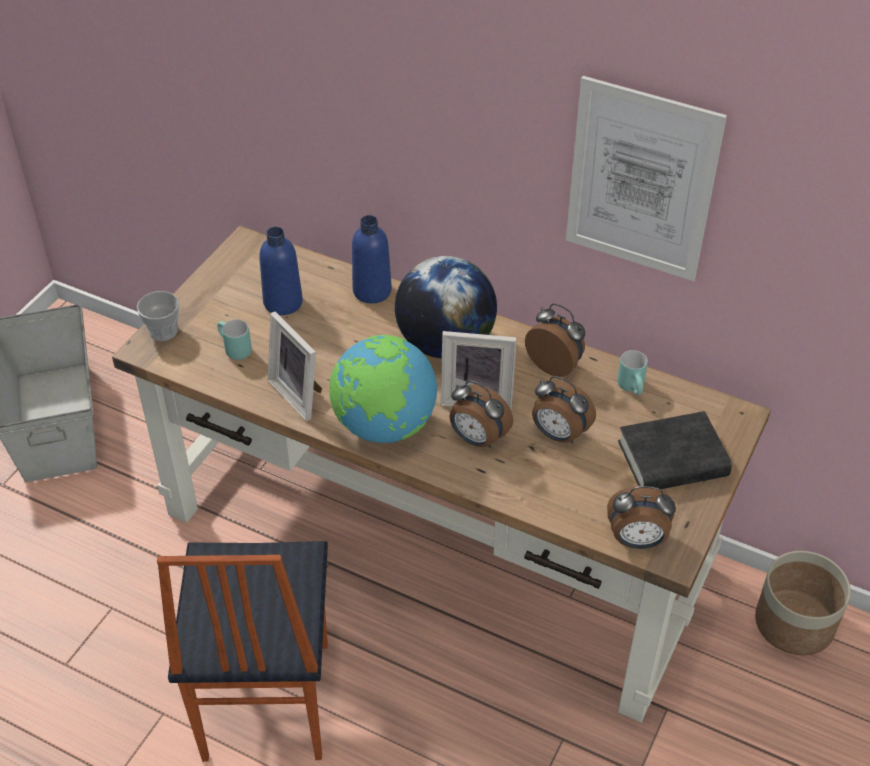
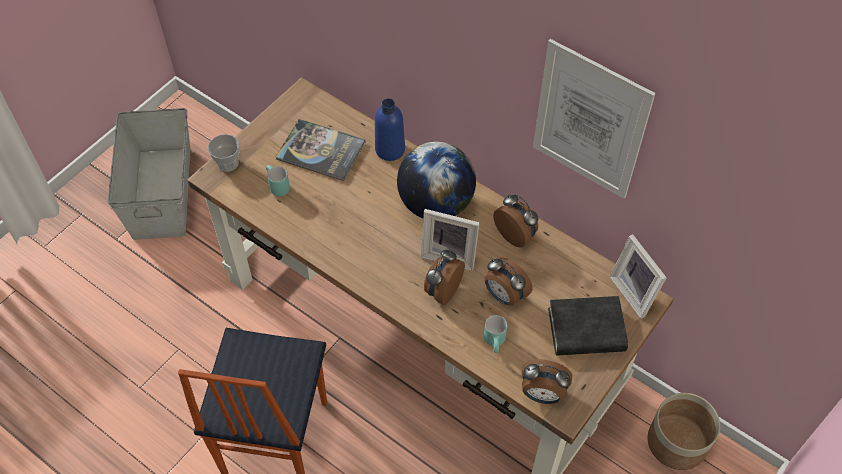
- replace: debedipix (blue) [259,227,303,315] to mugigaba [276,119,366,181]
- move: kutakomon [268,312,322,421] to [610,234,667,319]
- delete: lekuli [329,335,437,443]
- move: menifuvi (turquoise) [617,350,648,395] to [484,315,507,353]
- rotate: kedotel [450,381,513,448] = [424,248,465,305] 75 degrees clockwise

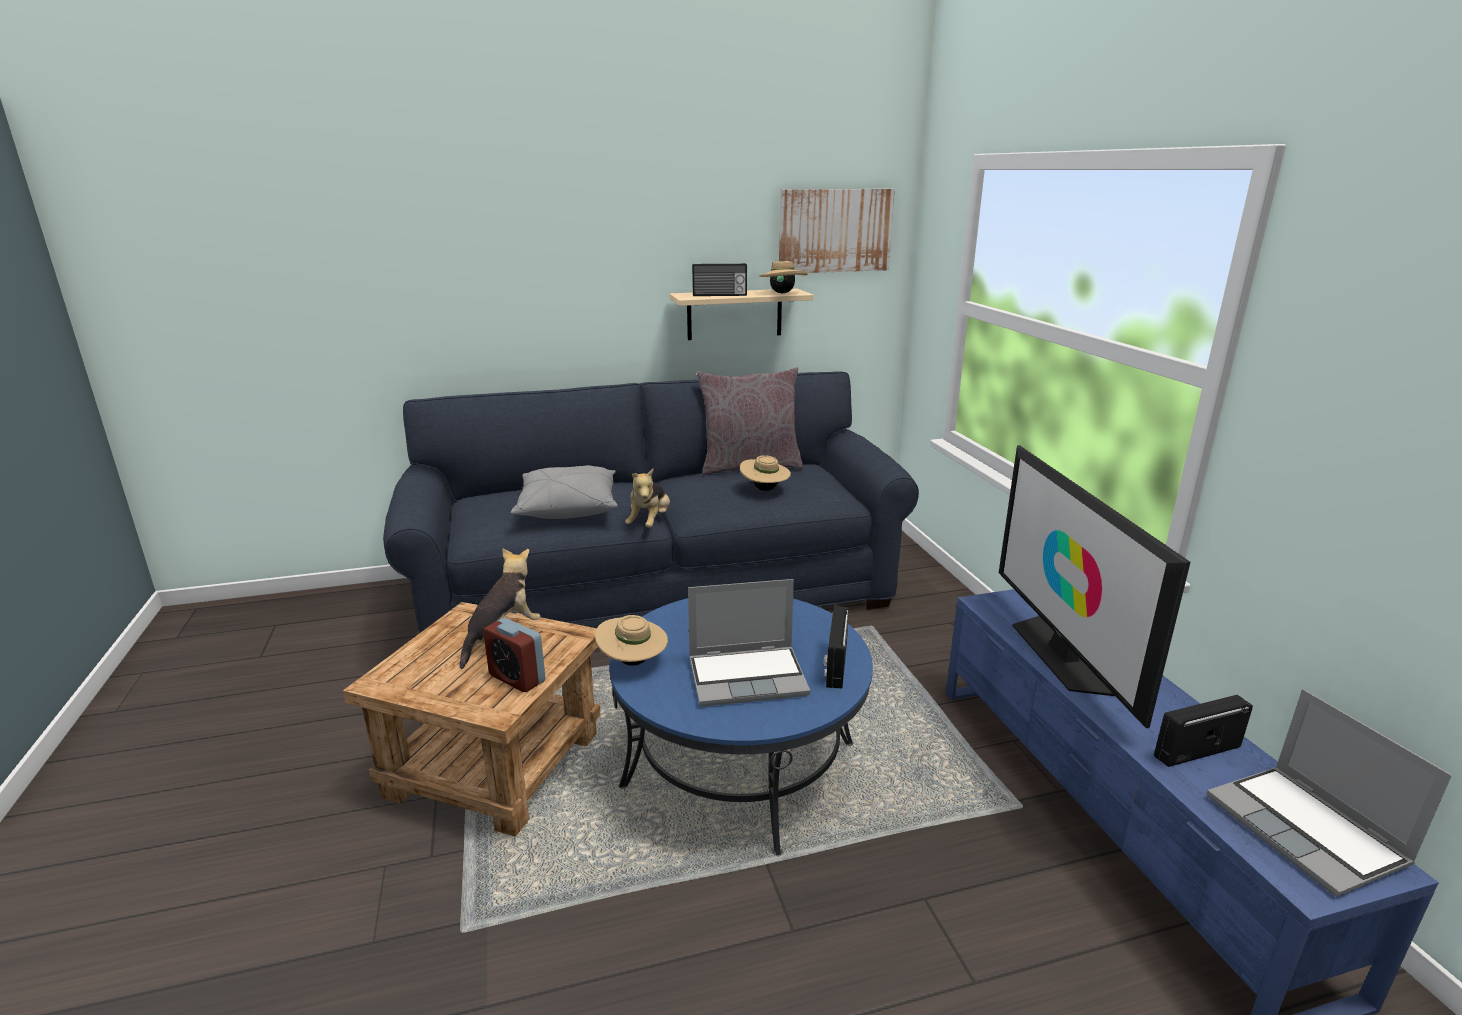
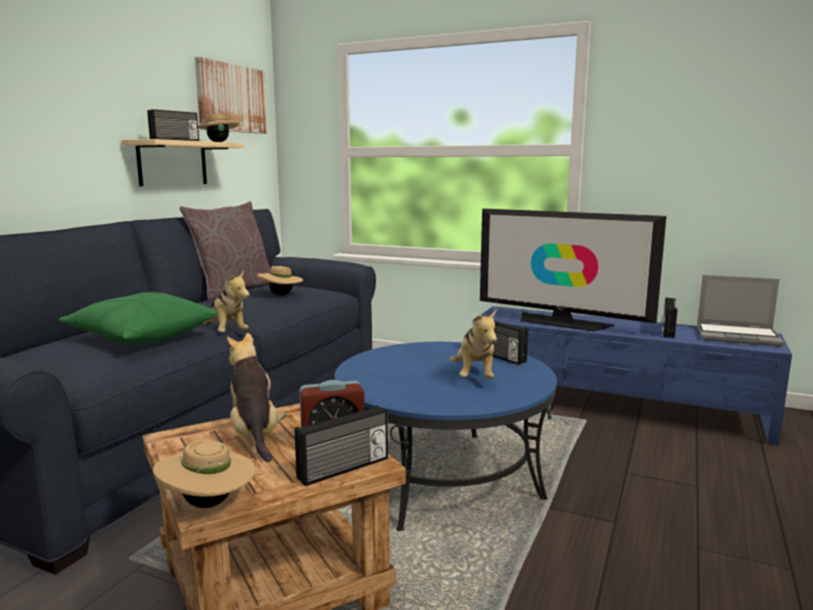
- recolor: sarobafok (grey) [511,465,618,519] to sarobafok (green) [59,292,218,344]
- replace: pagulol [688,579,810,707] to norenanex [450,309,497,379]
- move: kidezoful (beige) [595,615,668,666] to [153,440,256,508]
- insert: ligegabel [295,405,388,486]

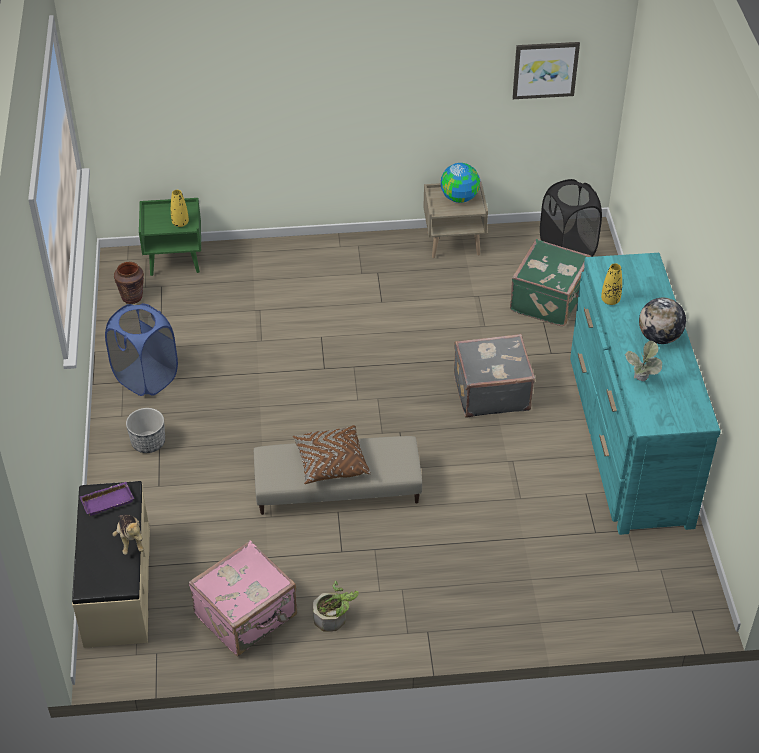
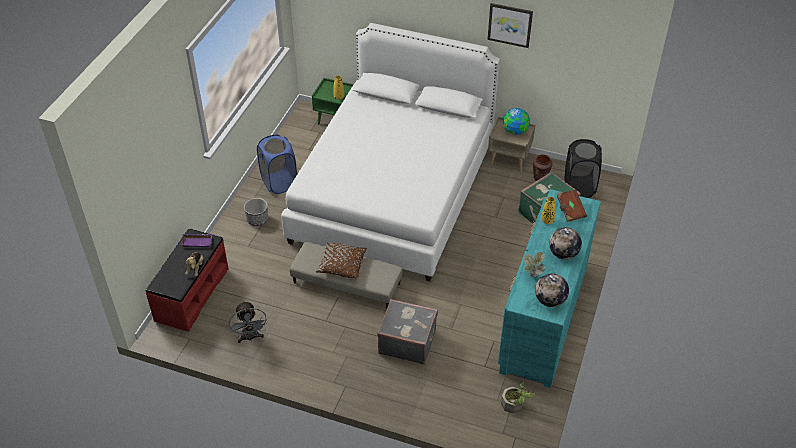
- move: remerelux [512,42,580,99] to [487,3,533,48]
- move: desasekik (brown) [114,262,144,304] to [533,155,552,181]
- move: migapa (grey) [454,334,535,418] to [377,299,438,364]
- recolor: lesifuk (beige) [72,481,150,648] to lesifuk (red) [146,228,229,332]
- replace: migapa (pink) [188,540,297,657] to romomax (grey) [229,301,268,343]
- move: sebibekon [313,581,359,632] to [501,382,535,413]
- insert: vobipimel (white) [281,23,500,282]
- insert: mugigaba (brown) [557,190,587,222]
- insert: lekuli [535,273,569,307]

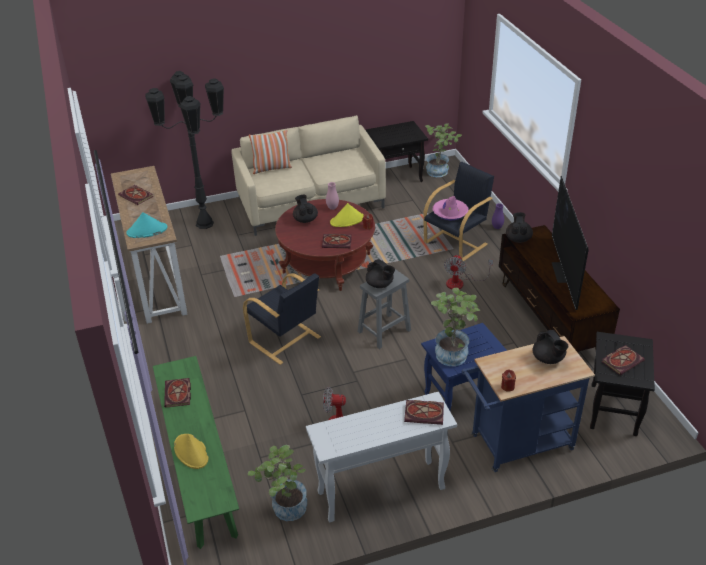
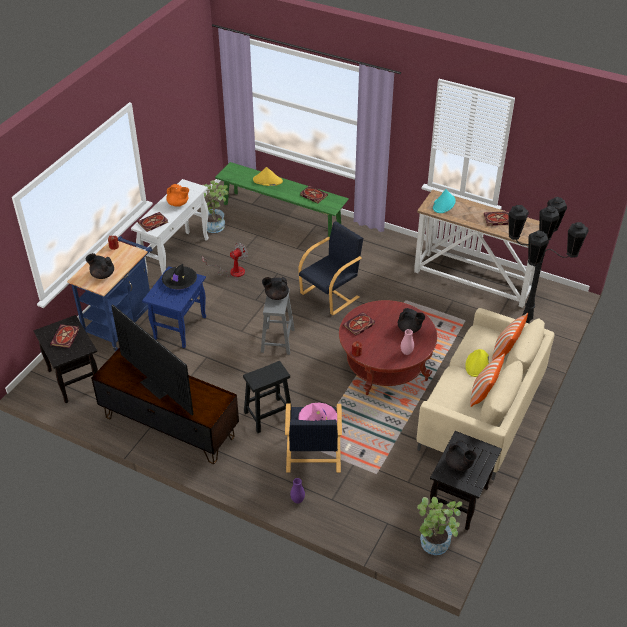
- move: kidezoful (yellow) [330,203,364,227] to [465,349,489,377]
- move: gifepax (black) [506,212,533,243] to [446,440,477,471]
- replace: romomax [444,255,493,289] to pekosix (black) [243,361,291,433]
- rotate: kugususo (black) [243,273,321,365] = [298,221,363,315] 135 degrees clockwise
- replace: sebibekon [431,287,480,366] to kidezoful (black) [162,264,197,290]
- insert: gifepax (orange) [166,184,189,207]
- insert: sarobafok [470,353,505,407]

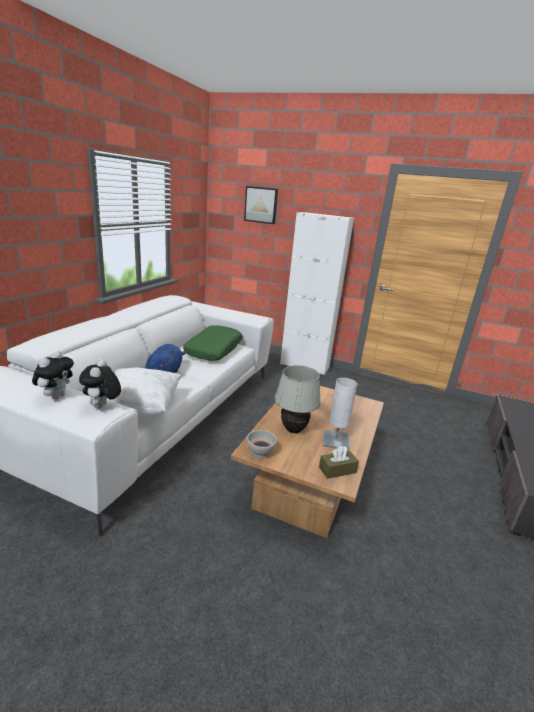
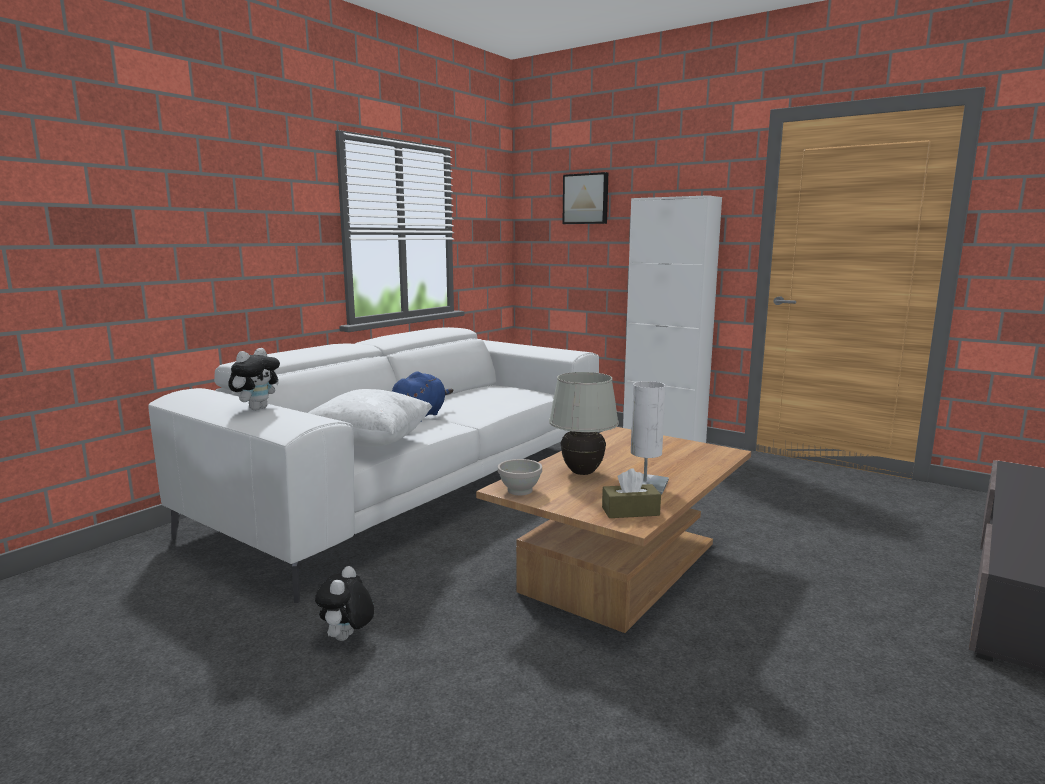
- delete: sarobafok (green) [183,325,242,361]
- move: norenanex [79,359,121,408] to [315,566,374,641]

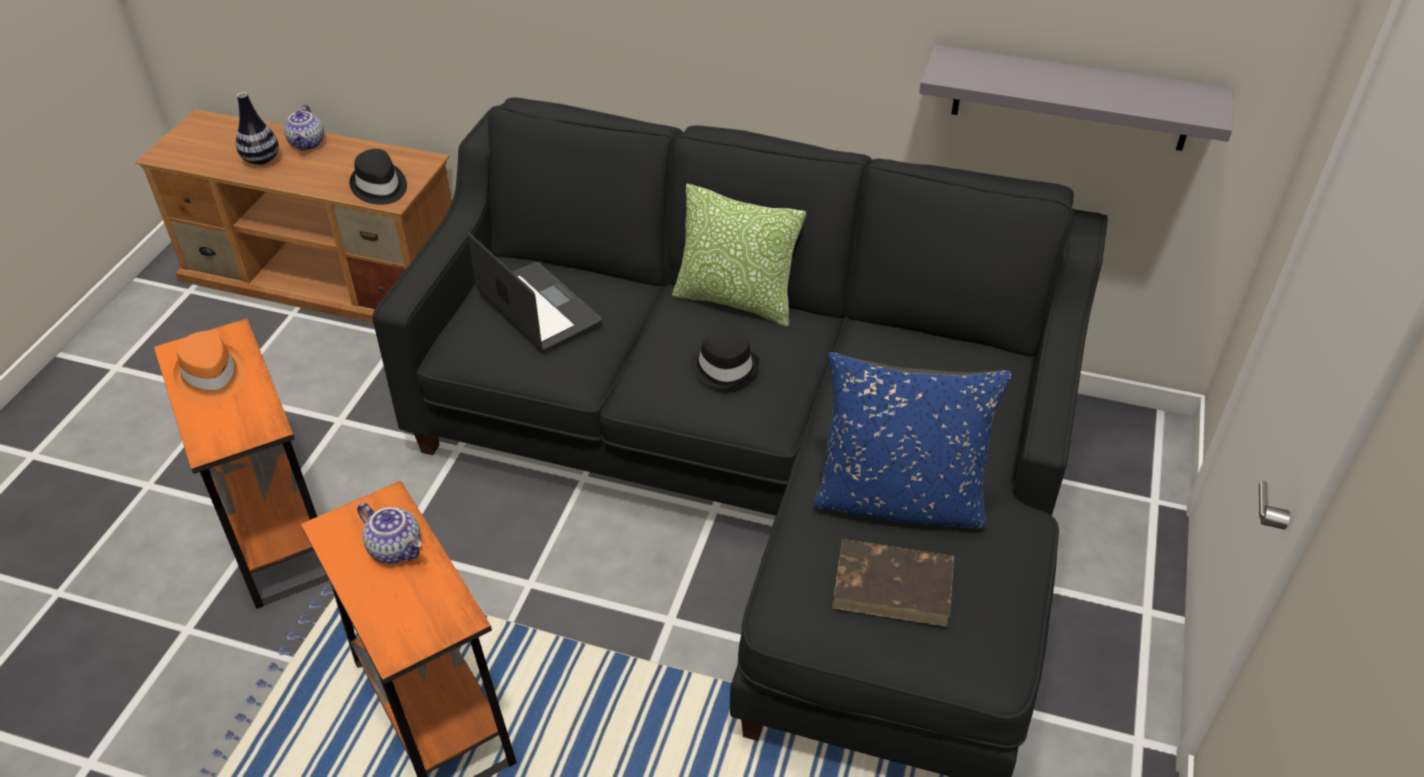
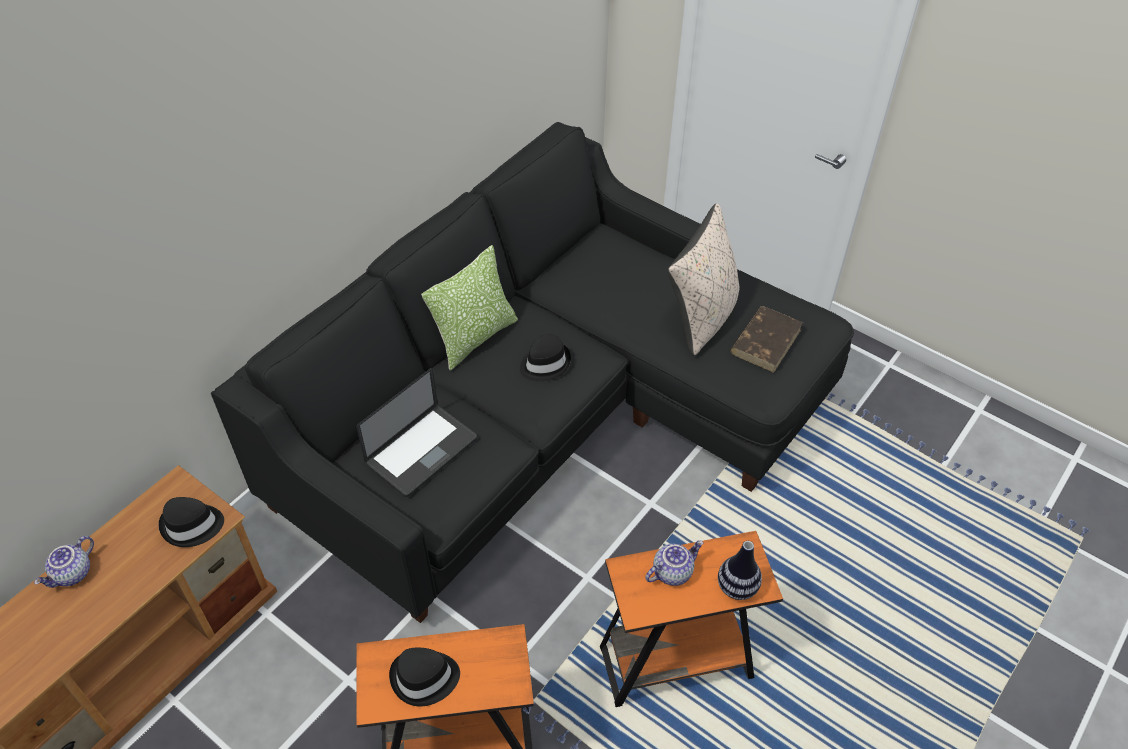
- delete: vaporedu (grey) [919,45,1233,151]
- move: desasekik [236,92,279,165] to [718,541,762,600]
- rotate: gifepax [284,104,324,151] = [34,536,94,588] 105 degrees clockwise
- rotate: pagulol [467,232,602,353] = [357,368,477,497] 150 degrees clockwise
- recolor: kidezoful (orange) [174,331,246,402] to kidezoful (black) [389,648,460,706]
- recolor: sarobafok (blue) [813,352,1012,529] to sarobafok (beige) [668,203,740,356]

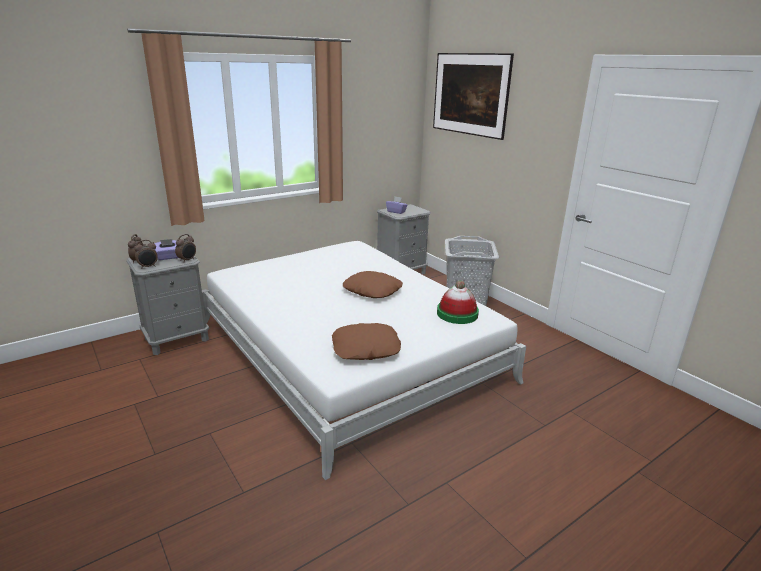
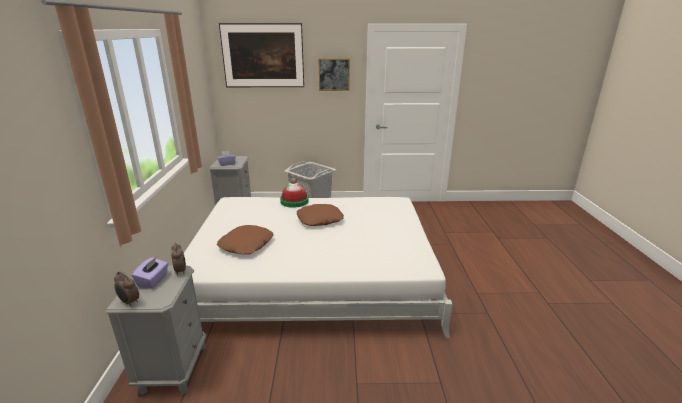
- delete: kedotel [134,240,158,269]
- move: kidezoful [437,280,479,324] to [280,178,309,208]
- move: sarobafok (brown) [332,323,401,360] to [217,225,274,254]
- insert: remerelux [318,59,350,91]

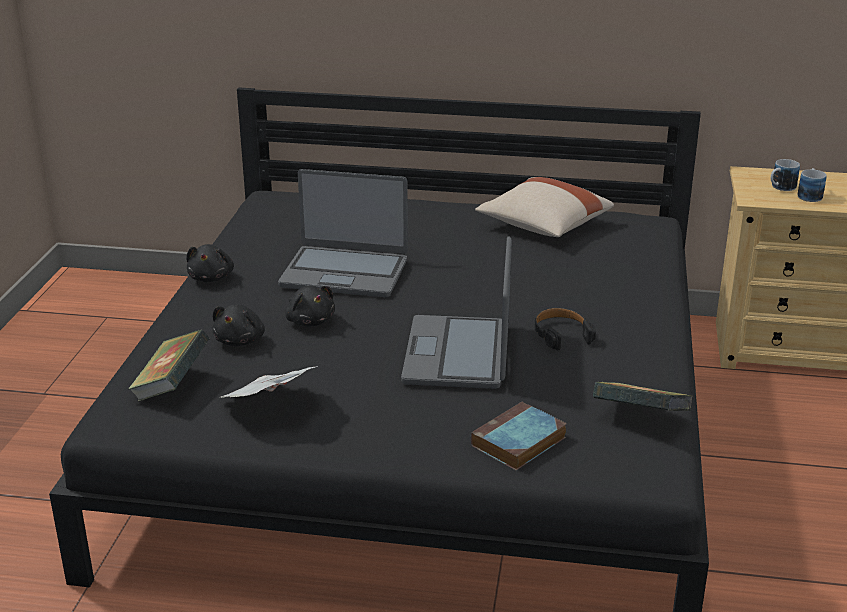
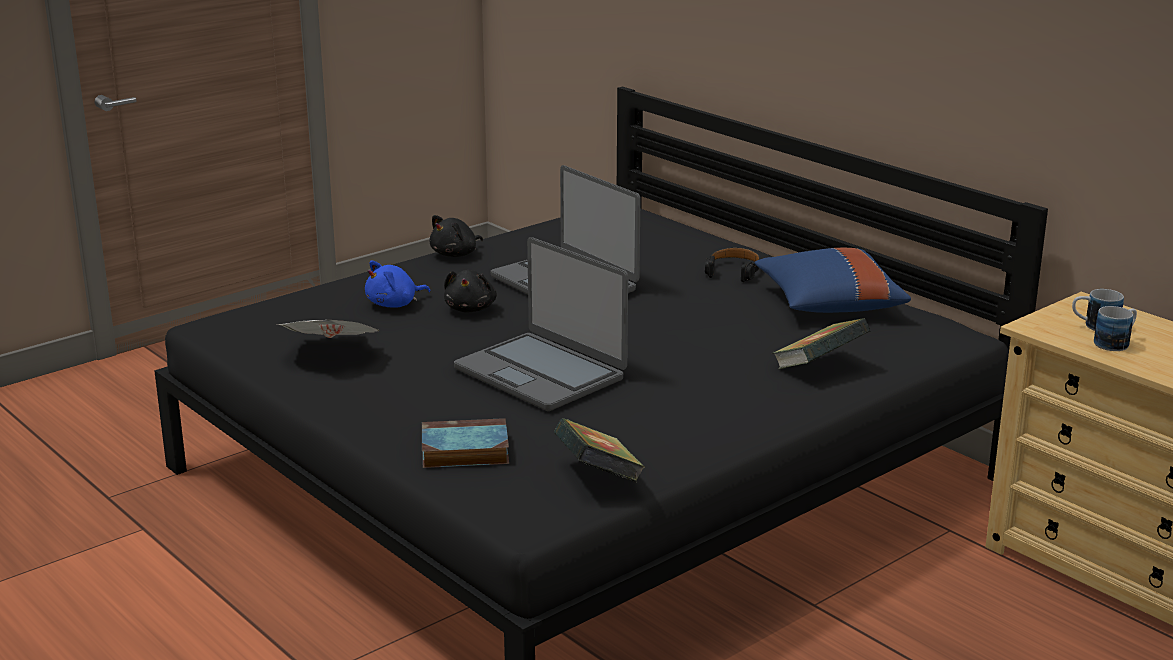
- recolor: sarobafok (beige) [475,177,614,237] to sarobafok (blue) [754,248,911,313]
- rotate: pagulol [401,236,512,389] = [454,237,628,411] 90 degrees counterclockwise
- recolor: norenanex (black) [213,304,265,346] to norenanex (blue) [365,260,430,308]
- move: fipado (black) [534,307,596,351] to [705,247,760,282]
- move: mugigaba [128,329,210,402] to [772,318,870,369]

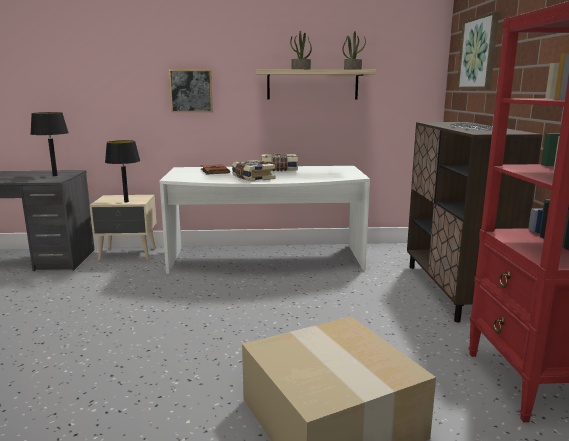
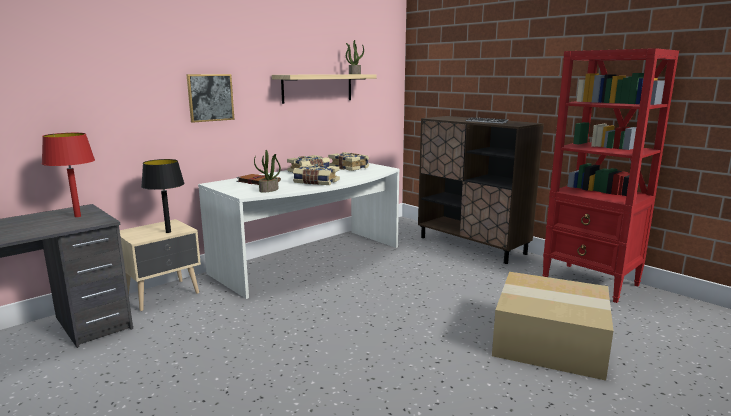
- delete: remerelux [457,11,499,89]
- move: sebibekon [290,30,312,69] to [254,150,281,192]
- recolor: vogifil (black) [31,112,69,176] to vogifil (red) [42,133,95,217]
- insert: mugigaba [328,152,369,171]

